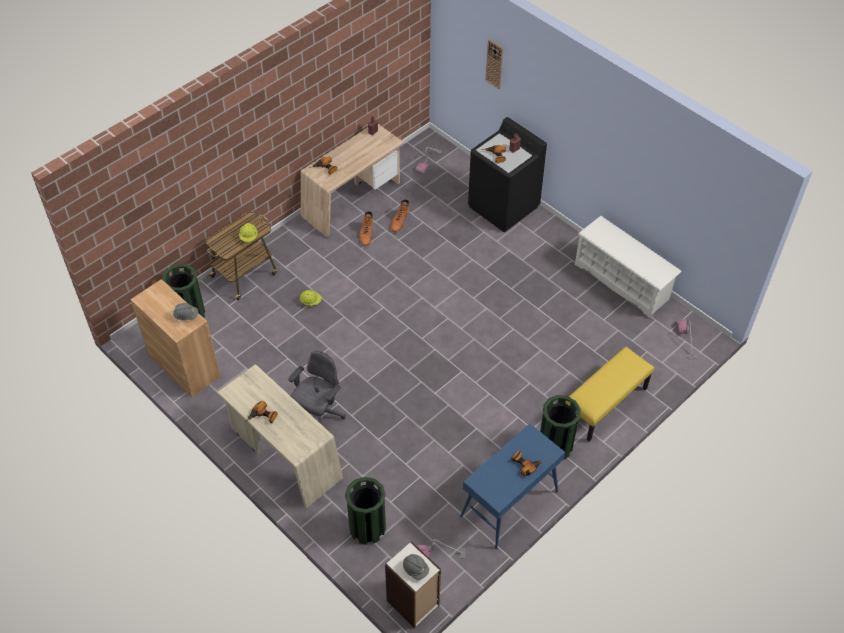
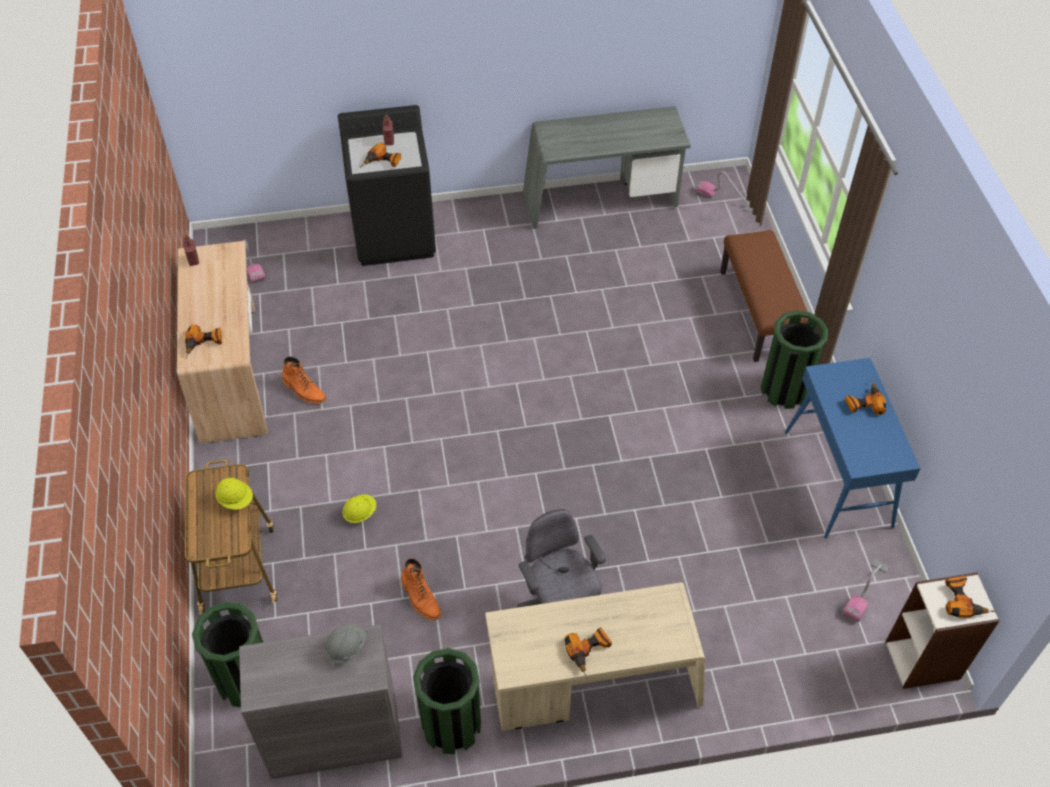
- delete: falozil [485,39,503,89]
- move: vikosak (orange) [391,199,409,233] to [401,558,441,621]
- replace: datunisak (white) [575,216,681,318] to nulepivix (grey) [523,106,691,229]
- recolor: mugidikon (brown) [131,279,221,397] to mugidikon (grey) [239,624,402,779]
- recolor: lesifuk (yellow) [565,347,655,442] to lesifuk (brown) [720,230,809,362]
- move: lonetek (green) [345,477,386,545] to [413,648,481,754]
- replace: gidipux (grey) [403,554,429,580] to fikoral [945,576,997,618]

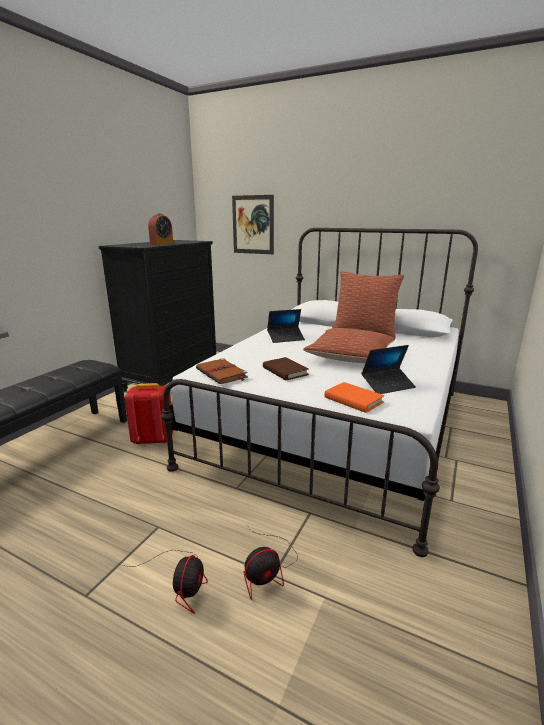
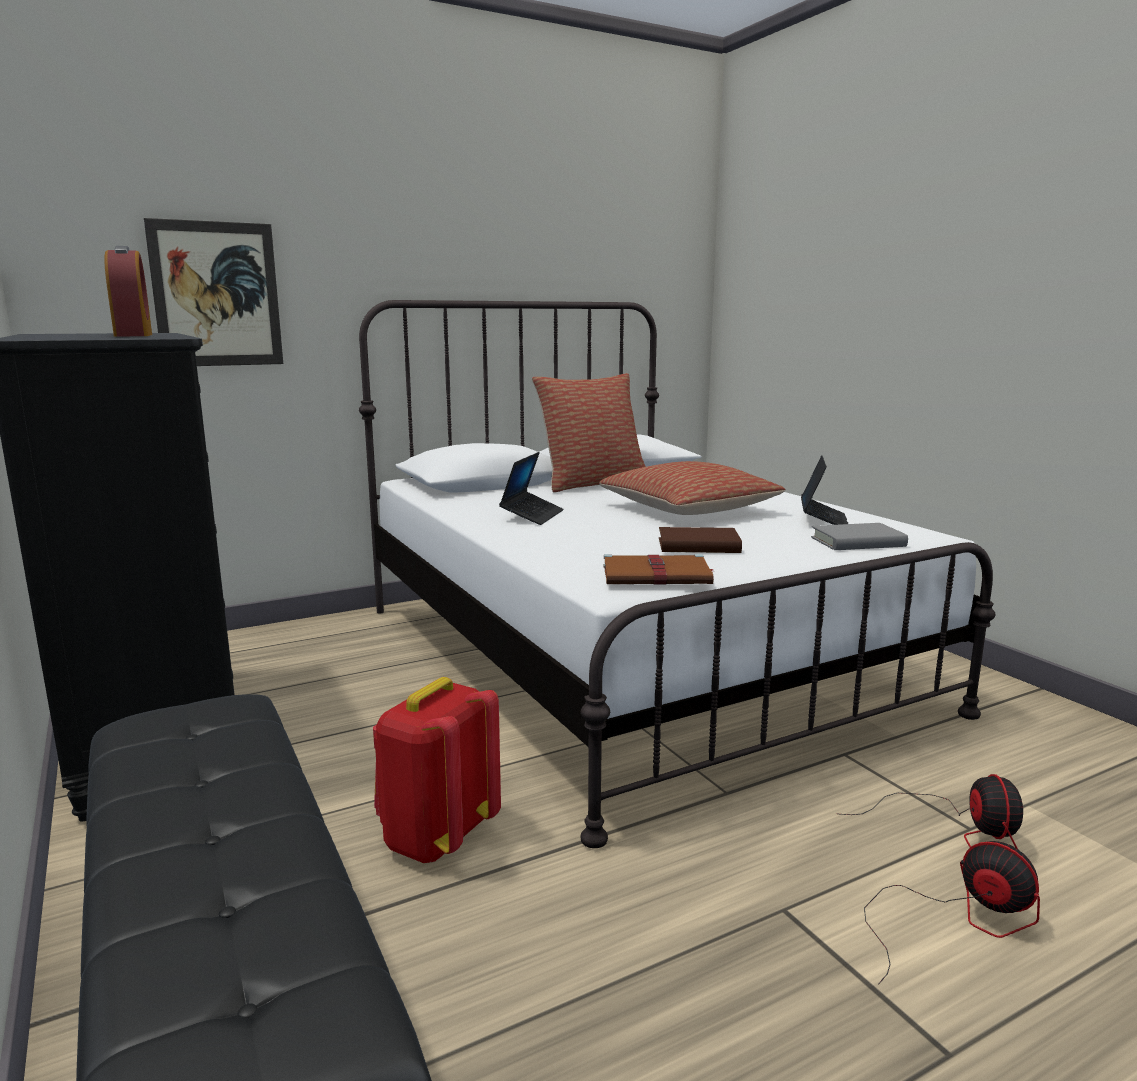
- recolor: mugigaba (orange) [324,382,384,413] to mugigaba (grey) [811,523,908,550]

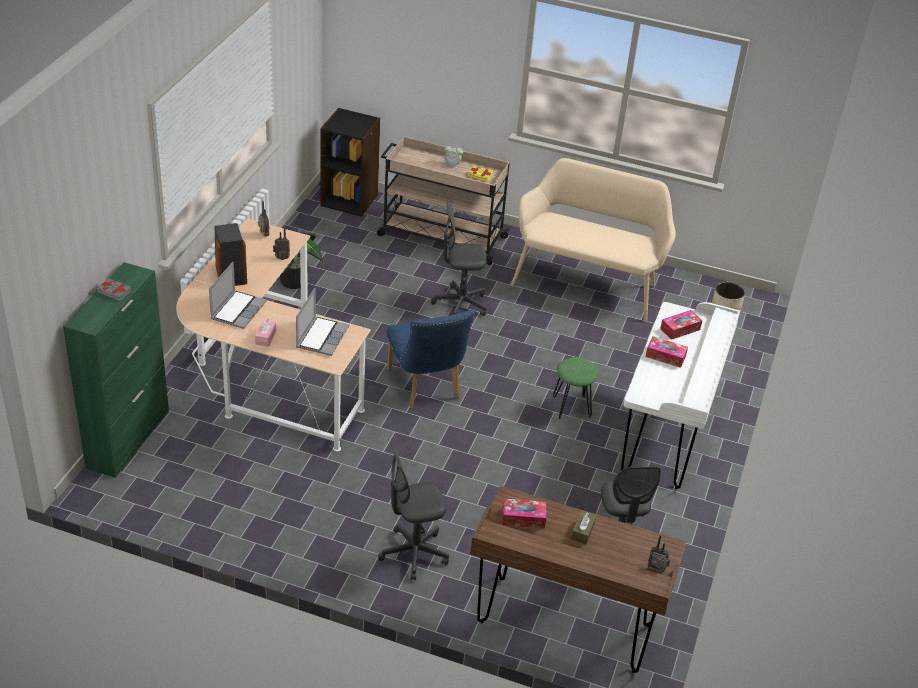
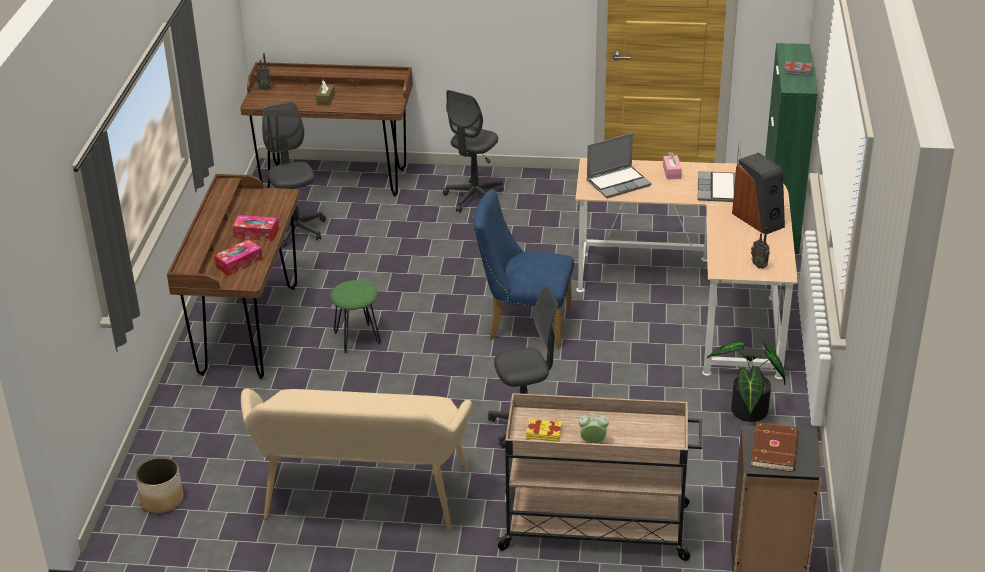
- delete: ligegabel [273,226,290,260]
- rotate: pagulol [296,288,349,356] = [586,133,652,199] 120 degrees counterclockwise
- recolor: nulepivix (white) [621,302,740,489] to nulepivix (brown) [167,174,299,379]
- rotate: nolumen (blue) [387,310,475,409] = [473,189,574,348] 45 degrees counterclockwise
- rotate: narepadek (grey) [378,443,449,581] = [443,90,504,213] 150 degrees clockwise
- delete: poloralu [502,498,546,528]
- insert: mugigaba (brown) [751,422,799,472]

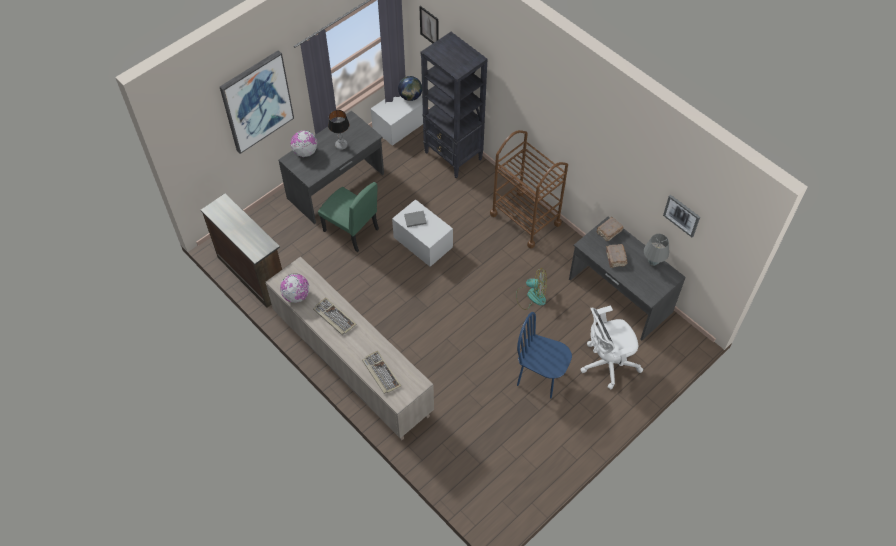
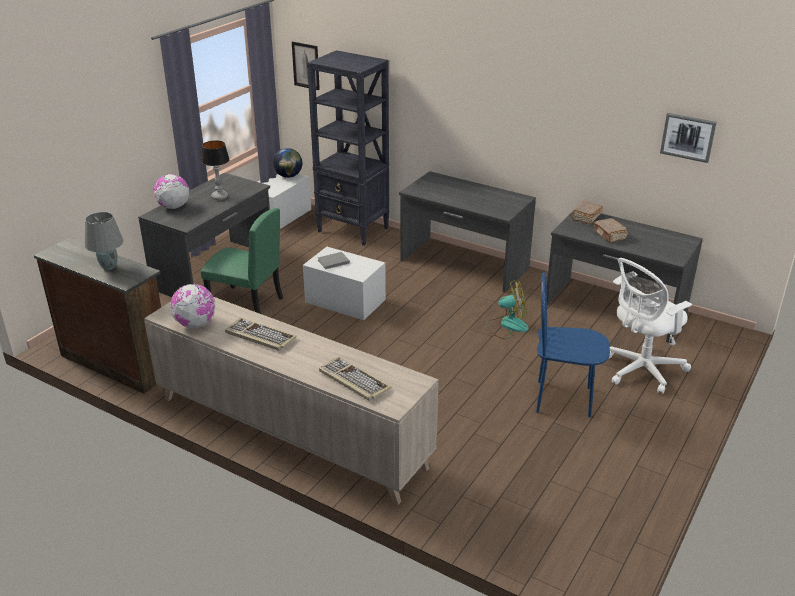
- delete: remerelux [220,50,294,154]
- replace: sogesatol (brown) [490,130,568,248] to nulepivix (grey) [399,171,536,293]
- move: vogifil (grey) [644,234,669,266] to [85,212,124,270]

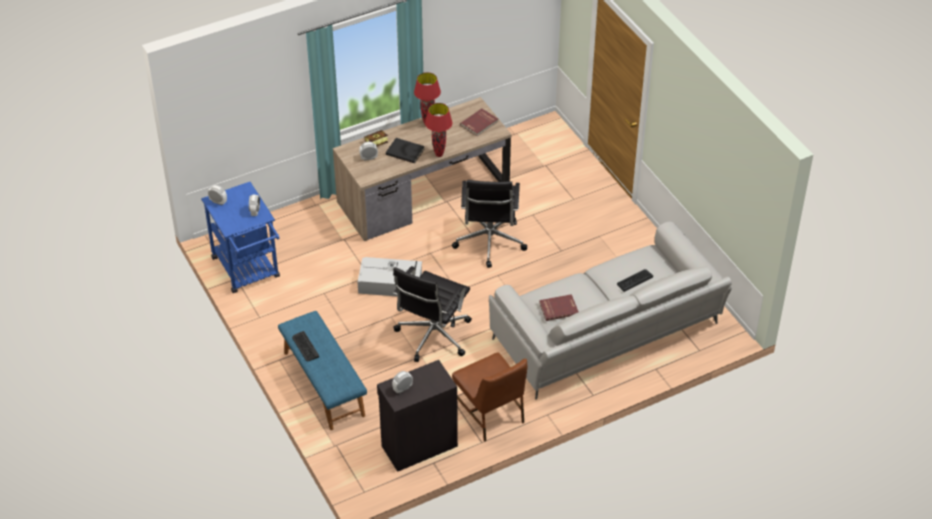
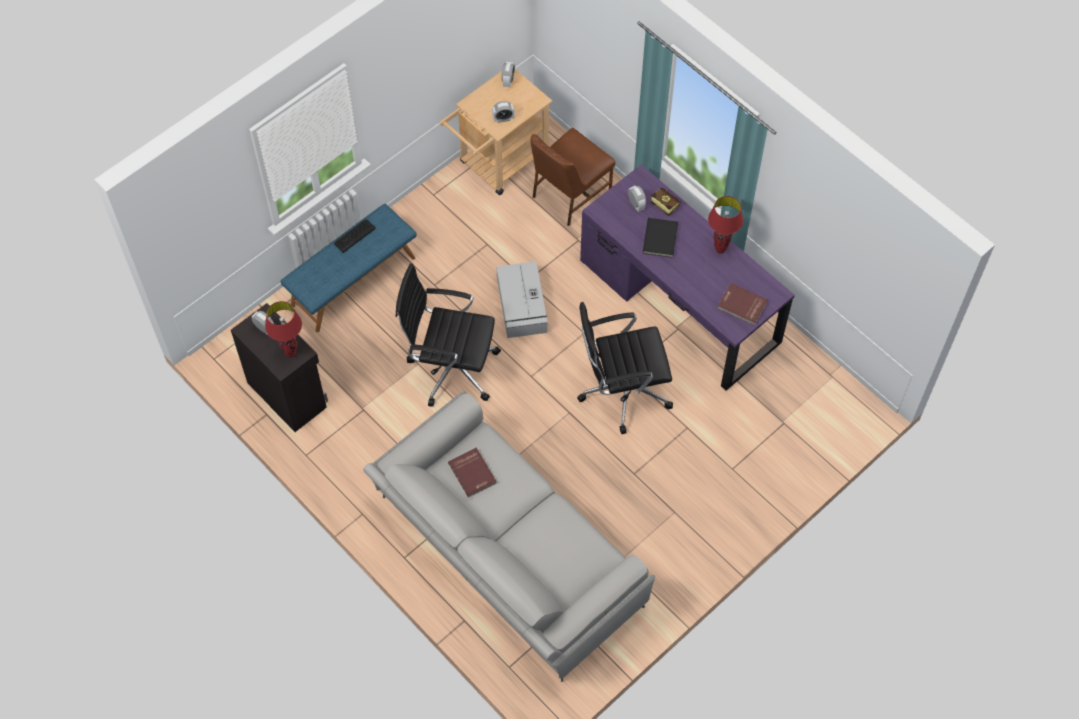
- recolor: nulepivix (brown) [333,97,512,241] to nulepivix (purple) [580,165,795,391]
- move: vogifil (red) [425,103,452,157] to [265,301,302,358]
- recolor: sogesatol (blue) [201,182,280,293] to sogesatol (beige) [439,69,552,195]
- delete: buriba [617,269,653,292]
- move: nolumen (brown) [452,352,527,441] to [530,128,615,226]

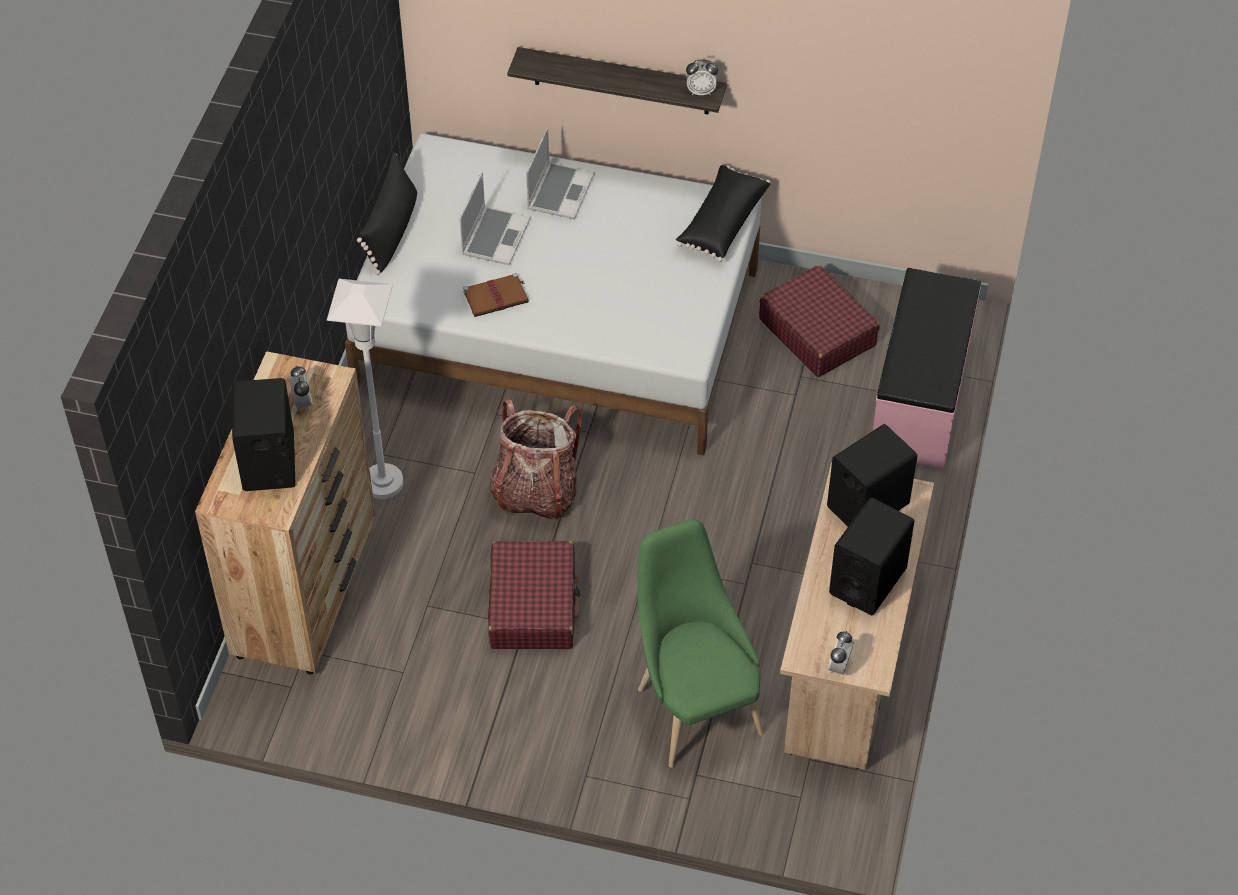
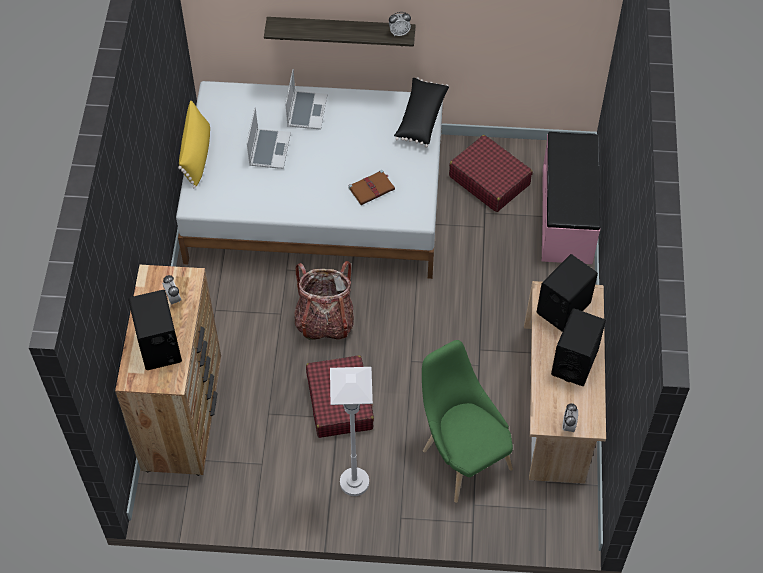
- recolor: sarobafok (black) [357,152,417,275] to sarobafok (yellow) [178,101,210,188]
- move: mugigaba (brown) [463,273,529,317] to [349,170,395,205]
- move: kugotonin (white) [327,279,403,499] to [330,367,373,496]

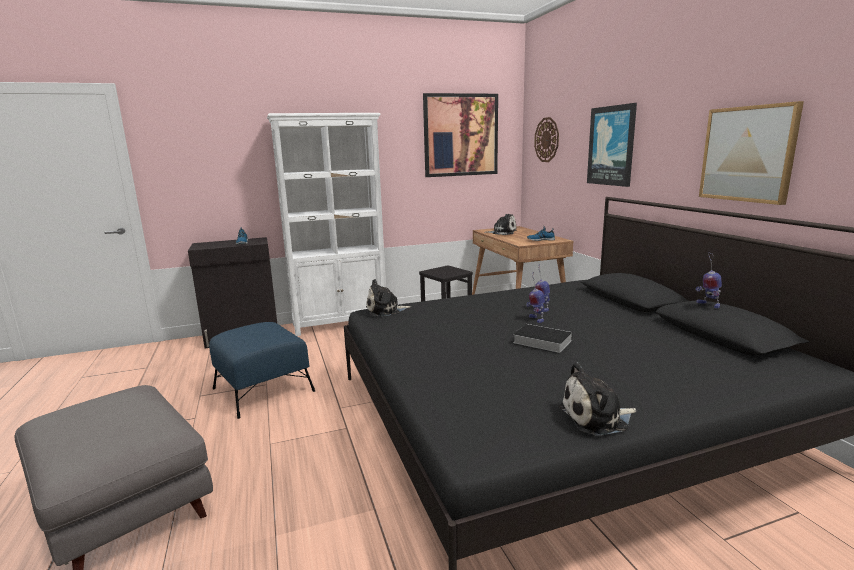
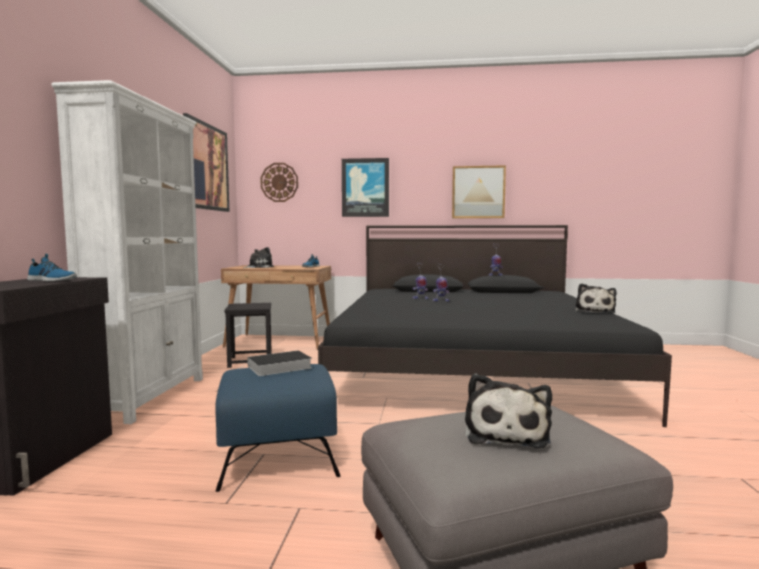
- move: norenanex [366,279,411,316] to [465,373,552,448]
- move: mugigaba [513,324,572,353] to [238,350,312,376]

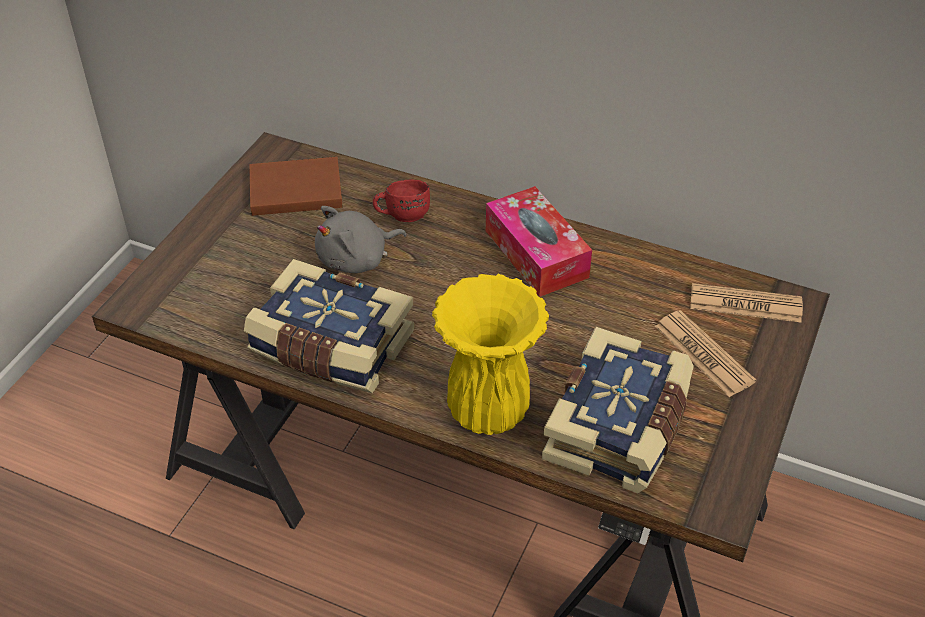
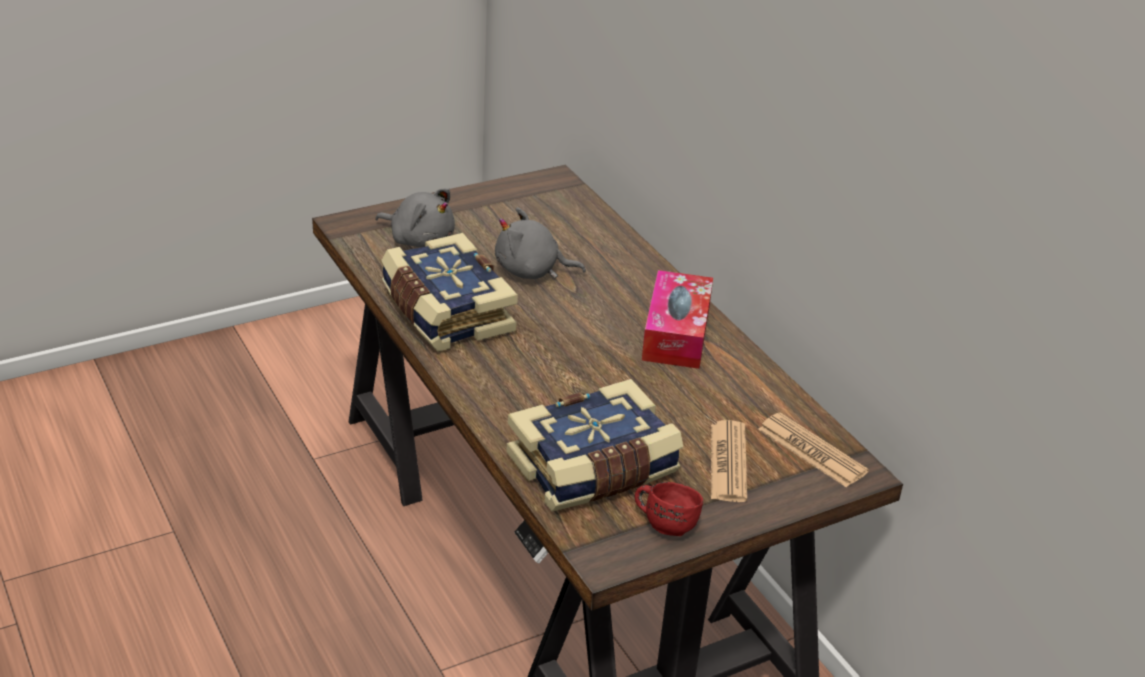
- delete: mugigaba (brown) [249,157,343,216]
- move: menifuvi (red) [373,180,430,222] to [635,482,703,536]
- delete: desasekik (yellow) [432,274,549,435]
- insert: norenanex (grey) [375,188,455,247]

